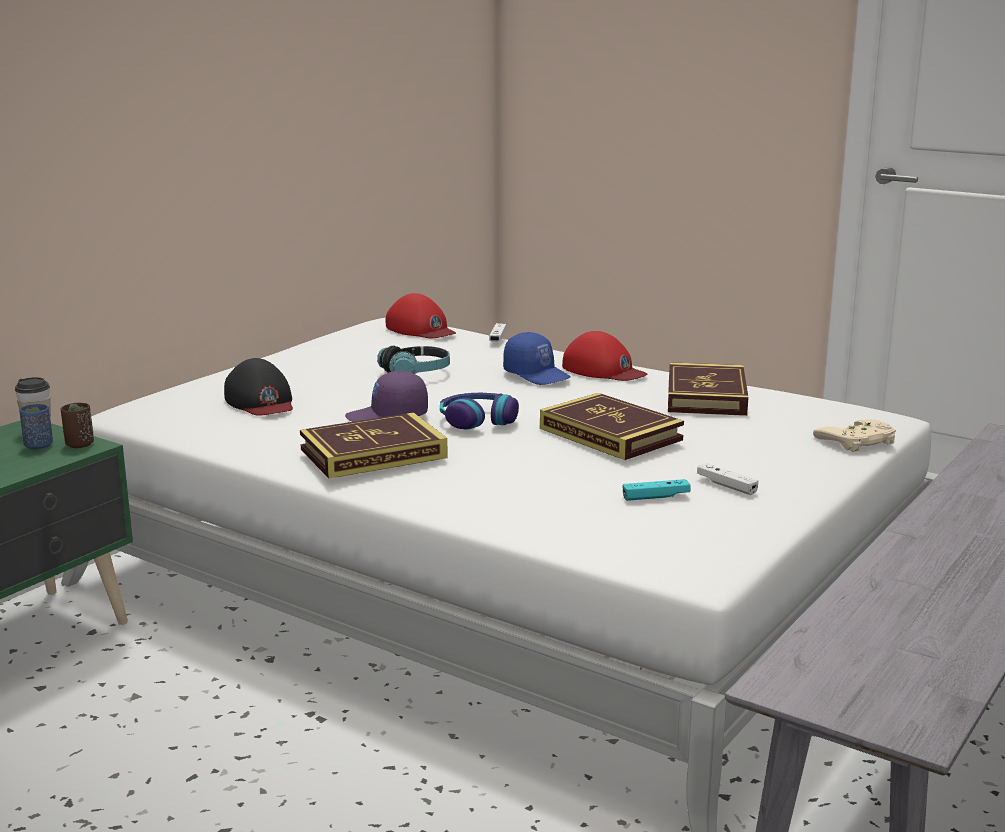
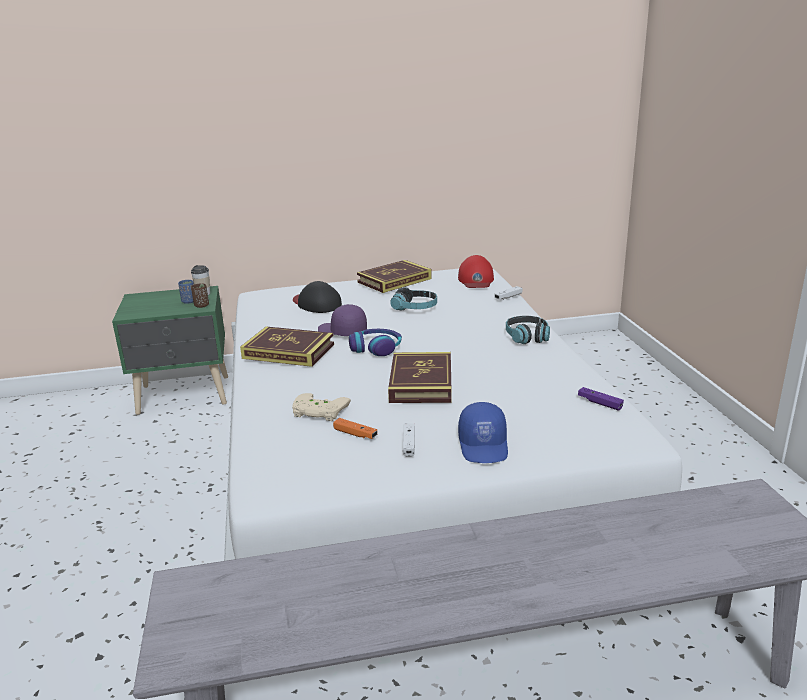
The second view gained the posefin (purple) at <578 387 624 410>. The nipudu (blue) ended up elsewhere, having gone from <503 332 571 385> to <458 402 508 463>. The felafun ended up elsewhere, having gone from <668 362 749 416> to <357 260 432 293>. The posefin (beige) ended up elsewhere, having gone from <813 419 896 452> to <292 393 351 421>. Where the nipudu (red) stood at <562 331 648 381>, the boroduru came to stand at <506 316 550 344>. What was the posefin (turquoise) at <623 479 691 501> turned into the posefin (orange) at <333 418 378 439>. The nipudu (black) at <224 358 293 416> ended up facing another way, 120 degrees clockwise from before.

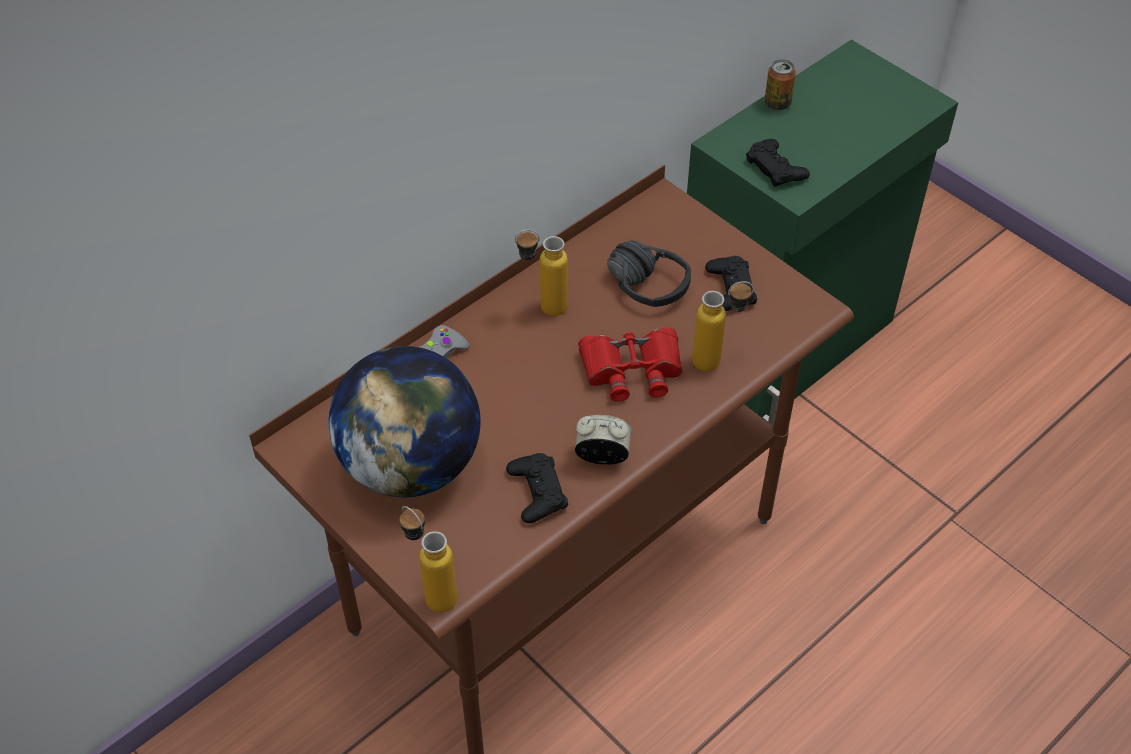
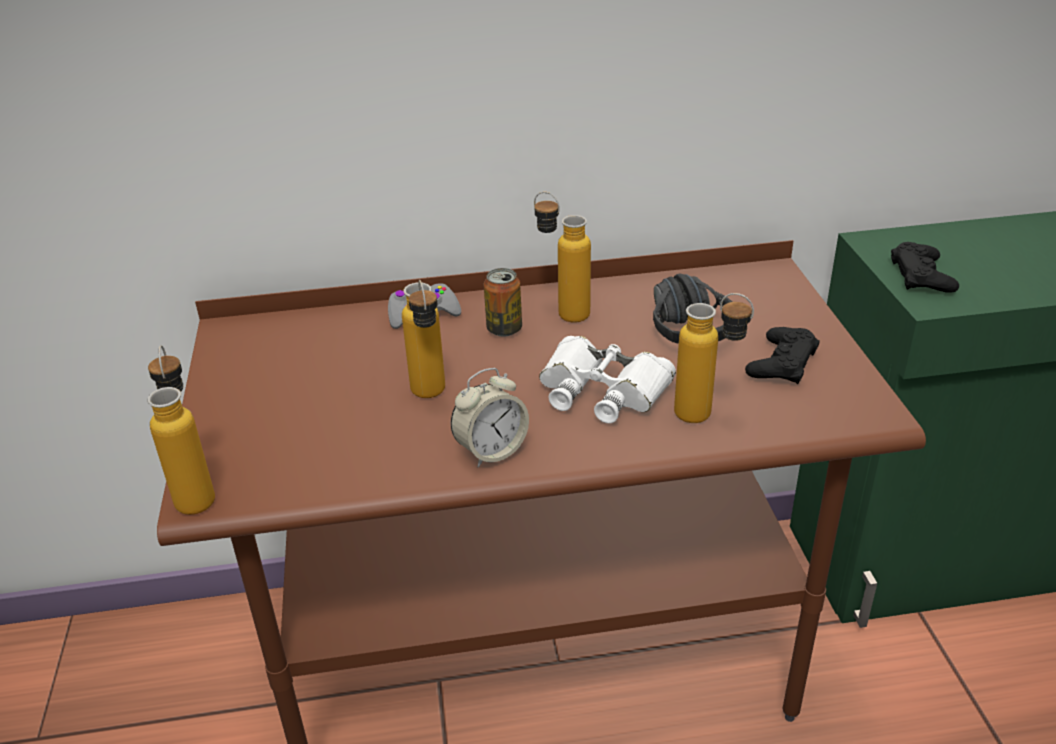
The second view lost the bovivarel at <328 346 481 497>. The second view lost the posefin (black) at <506 453 568 523>. The second view gained the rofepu at <402 280 445 398>. The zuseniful ended up elsewhere, having gone from <765 59 796 110> to <484 268 522 337>. What was the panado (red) at <578 328 683 402> turned into the panado (white) at <539 336 676 423>. The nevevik at <575 415 632 465> ended up facing another way, 105 degrees clockwise from before.

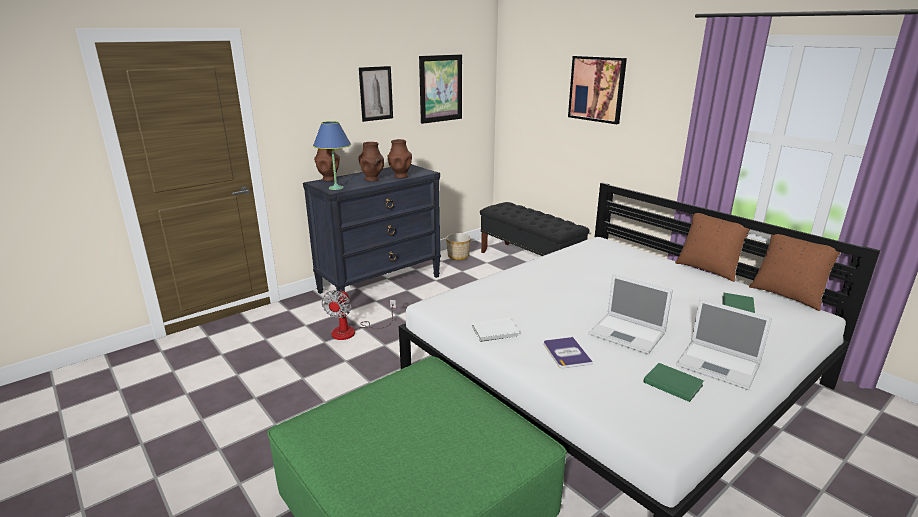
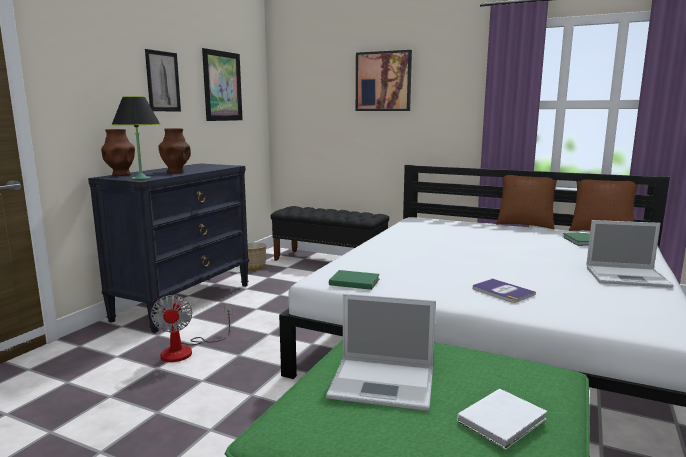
The second view lost the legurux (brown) at <387 139 412 178>. The felafun (white) ended up elsewhere, having gone from <472 318 519 342> to <457 389 547 449>. The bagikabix ended up elsewhere, having gone from <588 274 673 355> to <326 293 436 411>. The felafun (green) ended up elsewhere, having gone from <643 363 704 402> to <329 270 380 290>. What was the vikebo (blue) at <313 121 351 190> turned into the vikebo (black) at <111 96 160 179>.

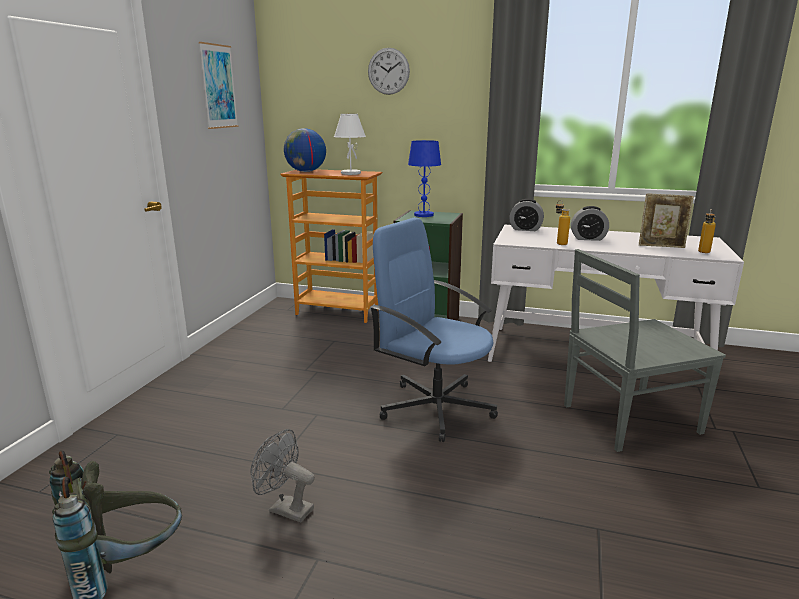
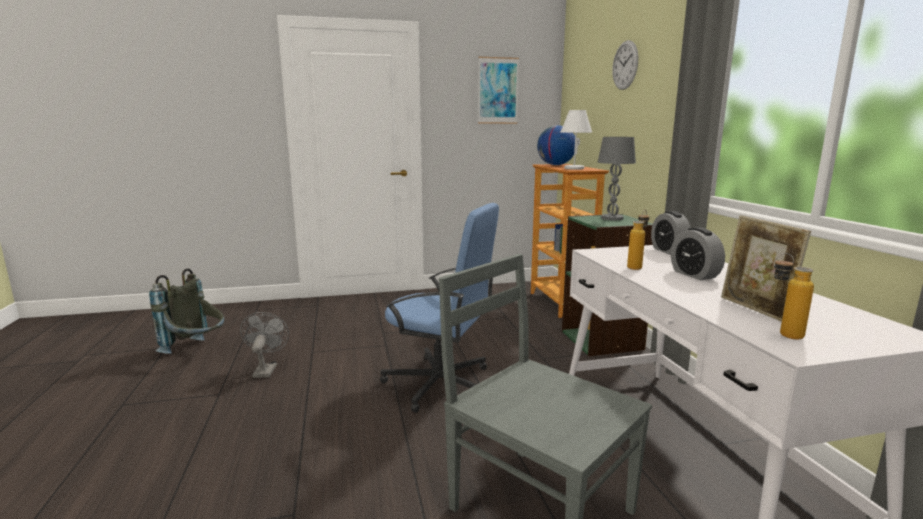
What was the vikebo (blue) at <408 140 441 217> turned into the vikebo (grey) at <598 137 636 221>. The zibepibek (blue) at <370 217 498 442> ended up facing another way, 105 degrees clockwise from before.

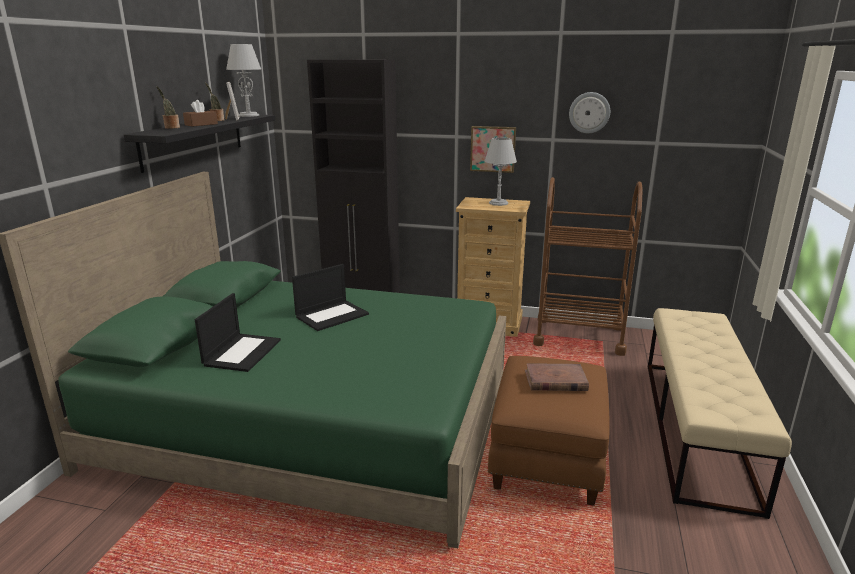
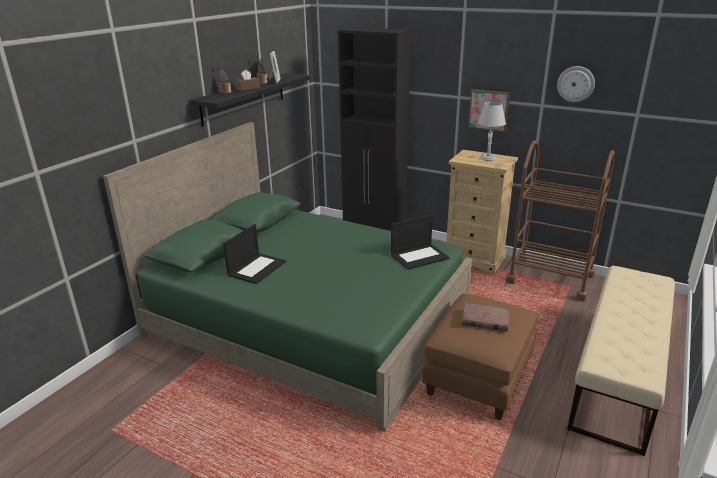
The second view lost the vikebo (grey) at <226 44 261 117>. The bagikabix ended up elsewhere, having gone from <292 264 369 331> to <391 215 449 270>.

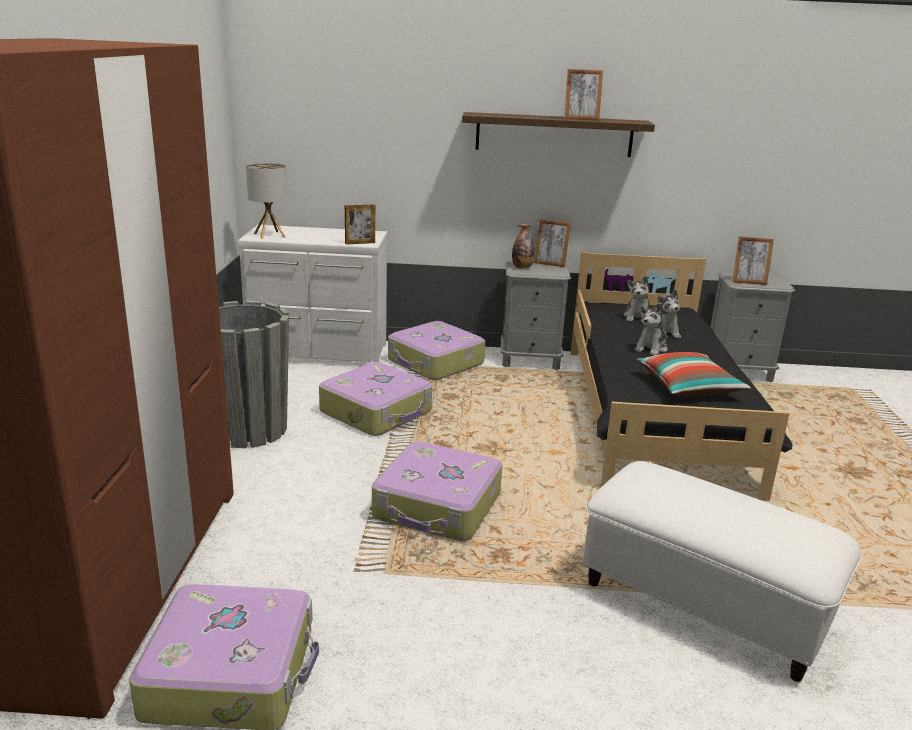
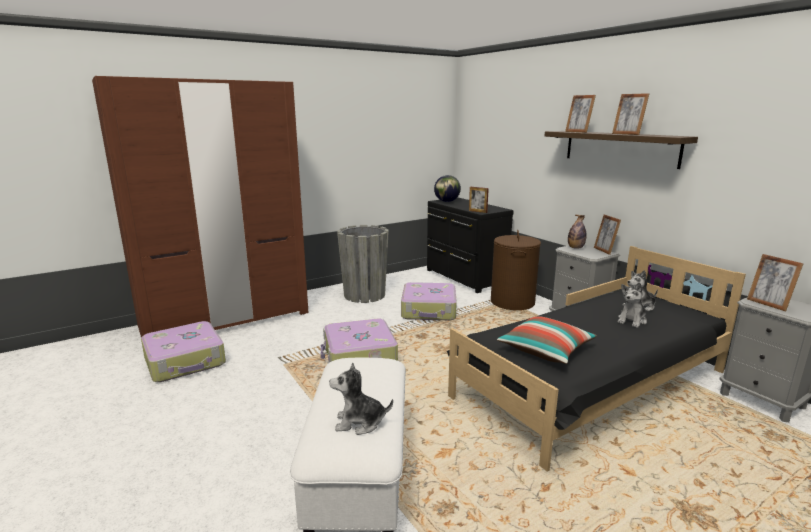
The second view gained the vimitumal at <565 95 596 133>. The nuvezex ended up elsewhere, having gone from <635 303 668 355> to <329 363 393 435>. Where the vikebo stood at <246 163 287 239>, the bovivarel came to stand at <434 175 461 202>. Where the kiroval stood at <388 321 485 380>, the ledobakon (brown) came to stand at <491 230 541 310>. What was the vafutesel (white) at <238 225 388 362> turned into the vafutesel (black) at <427 198 514 293>.

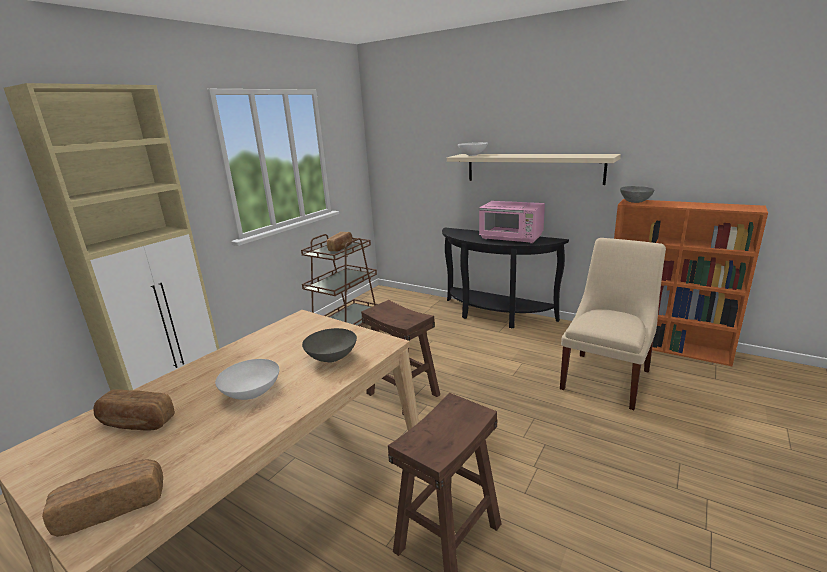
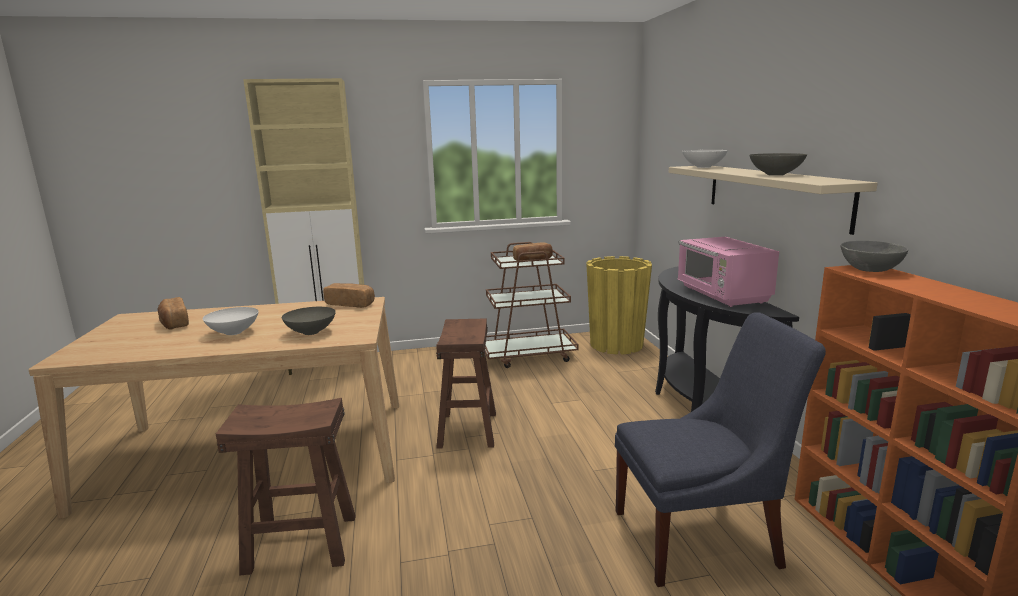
The second view gained the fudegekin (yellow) at <586 256 652 355>. The second view gained the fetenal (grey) at <749 153 807 176>. The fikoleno ended up elsewhere, having gone from <42 459 163 537> to <323 283 375 308>. What was the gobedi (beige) at <560 238 666 410> turned into the gobedi (blue) at <615 312 826 587>.

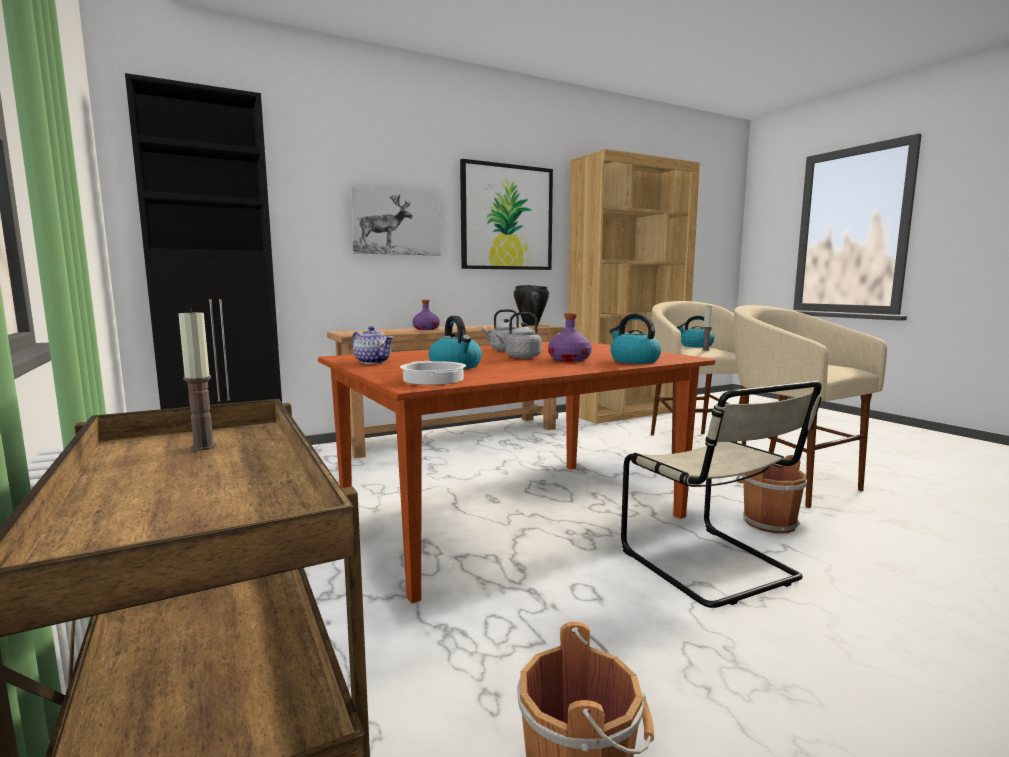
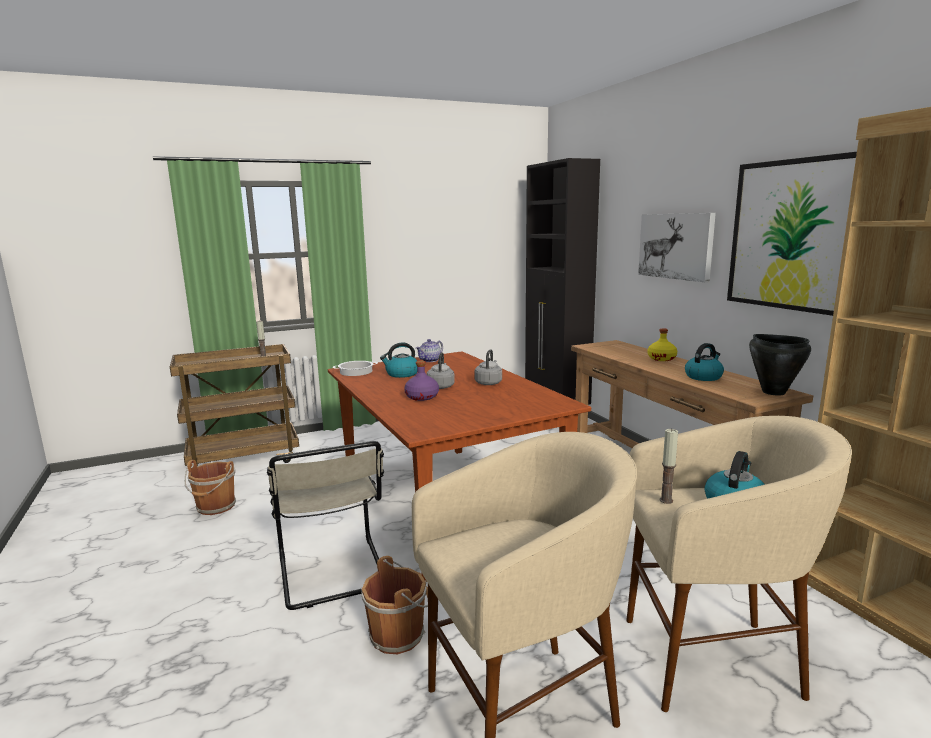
The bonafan ended up elsewhere, having gone from <610 313 661 364> to <685 343 724 381>. What was the rofepu (purple) at <412 300 440 330> turned into the rofepu (yellow) at <647 328 677 361>. The gobedi (beige) at <621 381 822 608> ended up facing another way, 90 degrees counterclockwise from before.

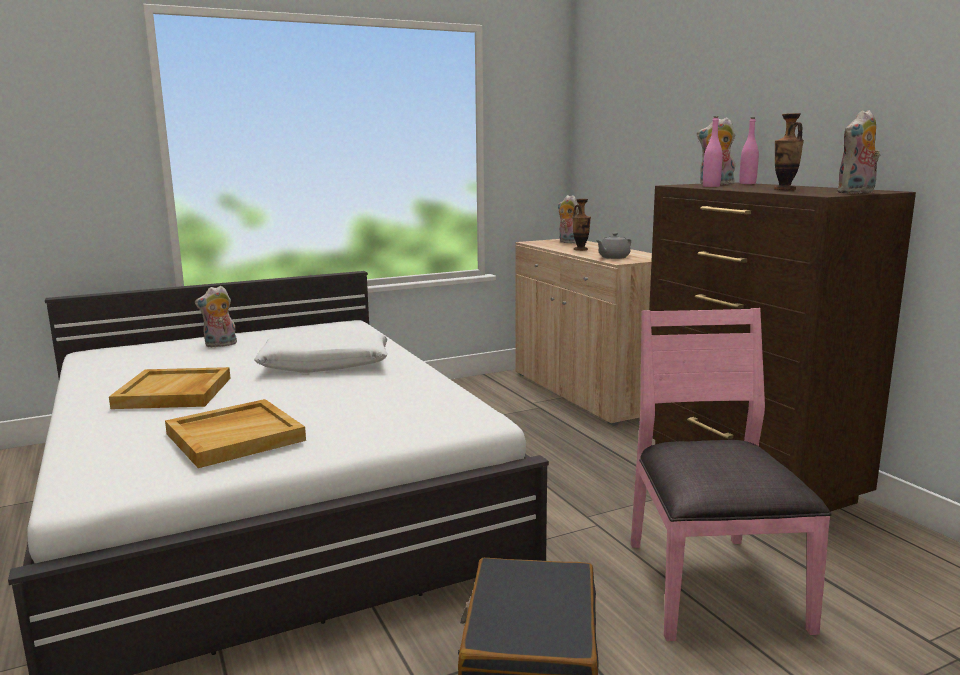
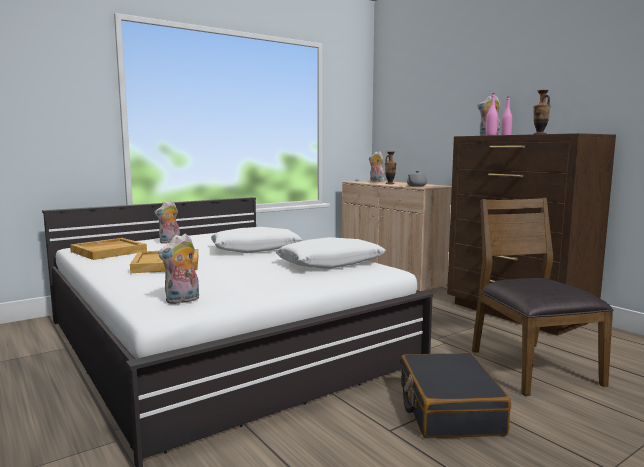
The second view gained the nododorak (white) at <276 237 386 269>. The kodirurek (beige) ended up elsewhere, having gone from <165 399 306 468> to <70 238 147 260>. The nuvezex ended up elsewhere, having gone from <836 110 880 194> to <158 233 199 304>. What was the gobedi (pink) at <631 308 832 641> turned into the gobedi (brown) at <472 198 614 396>.

